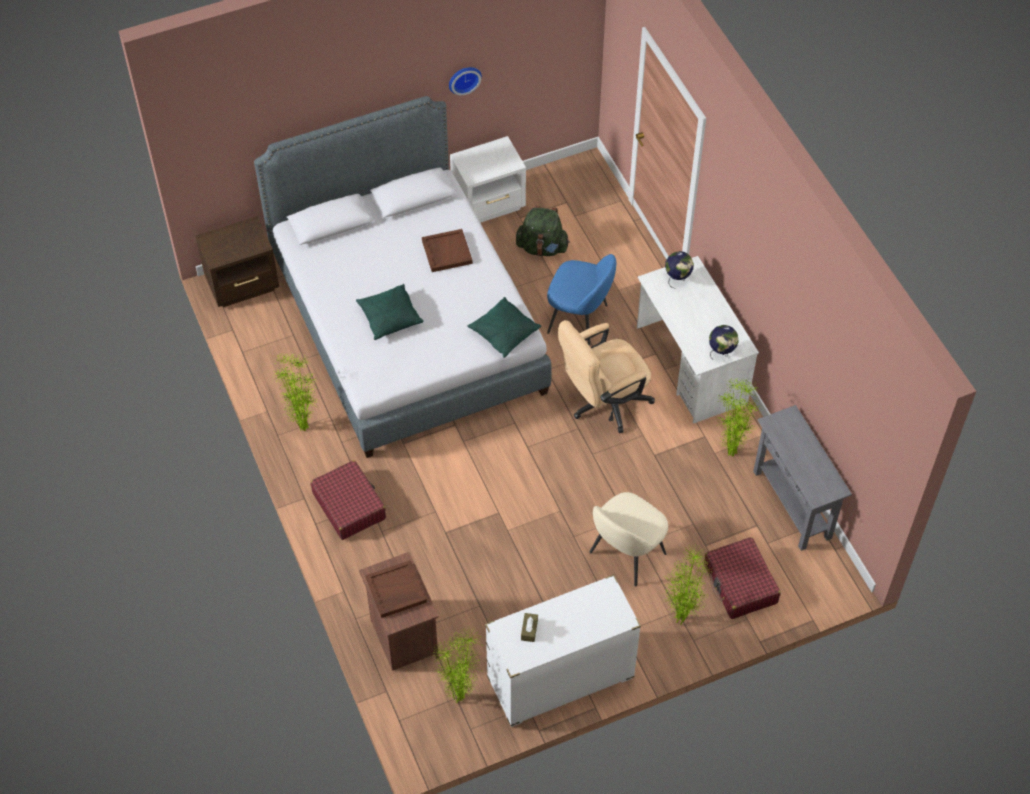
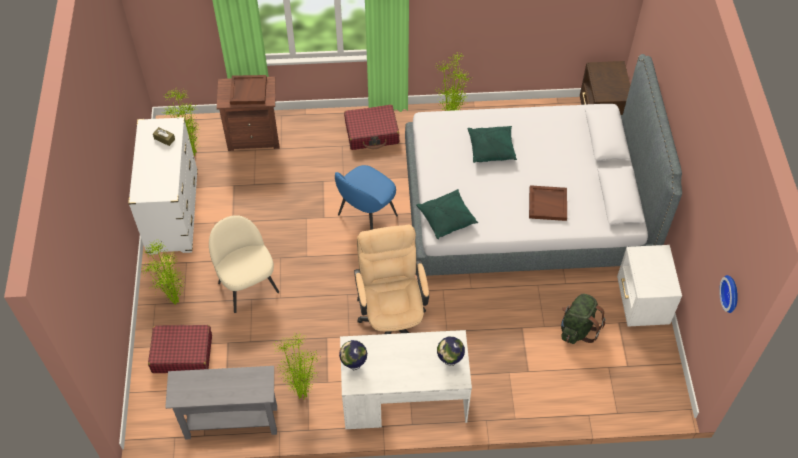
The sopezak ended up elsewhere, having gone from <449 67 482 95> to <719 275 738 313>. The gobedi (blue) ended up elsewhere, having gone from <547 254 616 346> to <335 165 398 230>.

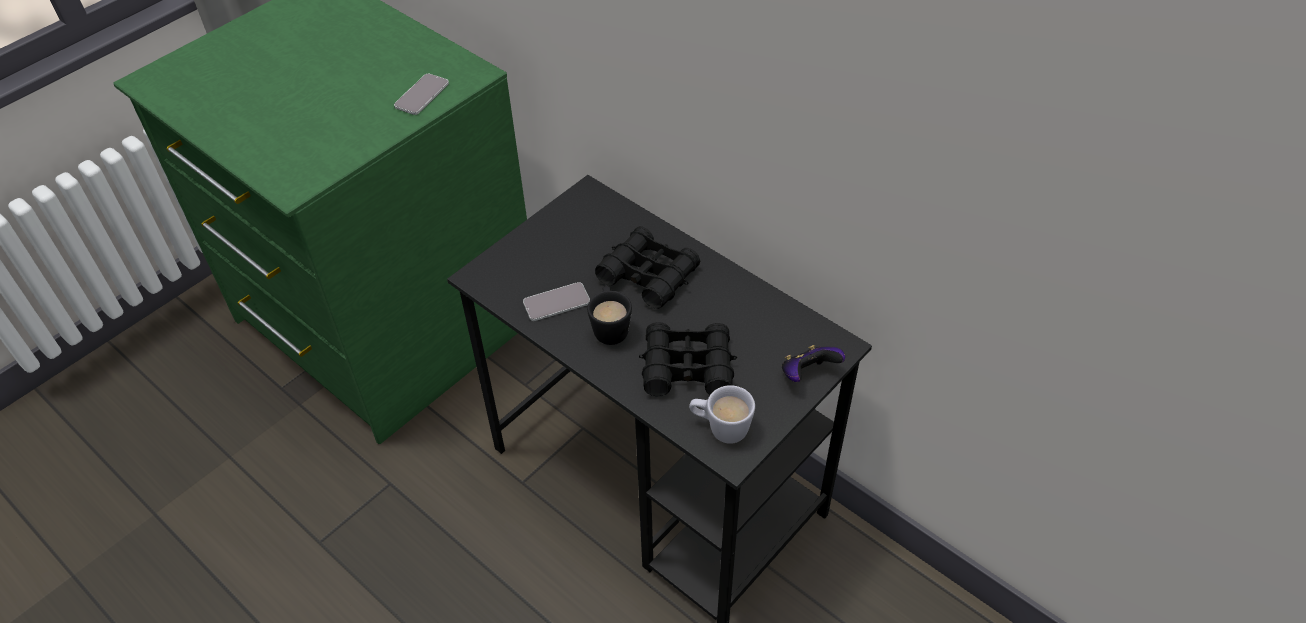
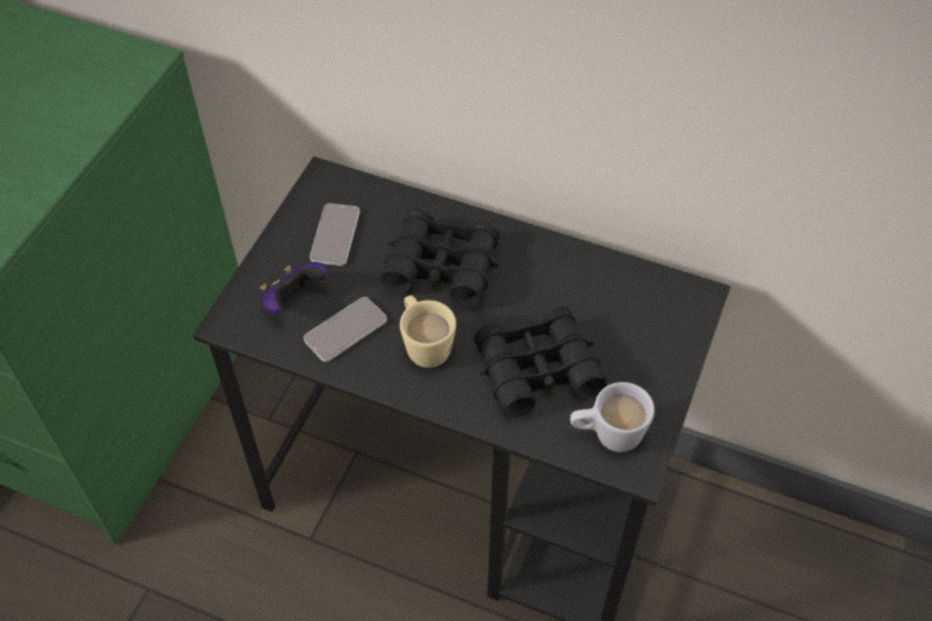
The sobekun ended up elsewhere, having gone from <394 74 449 115> to <310 203 360 266>. The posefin ended up elsewhere, having gone from <782 345 845 382> to <259 262 328 314>. What was the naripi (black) at <587 286 632 345> turned into the naripi (beige) at <400 295 456 368>.

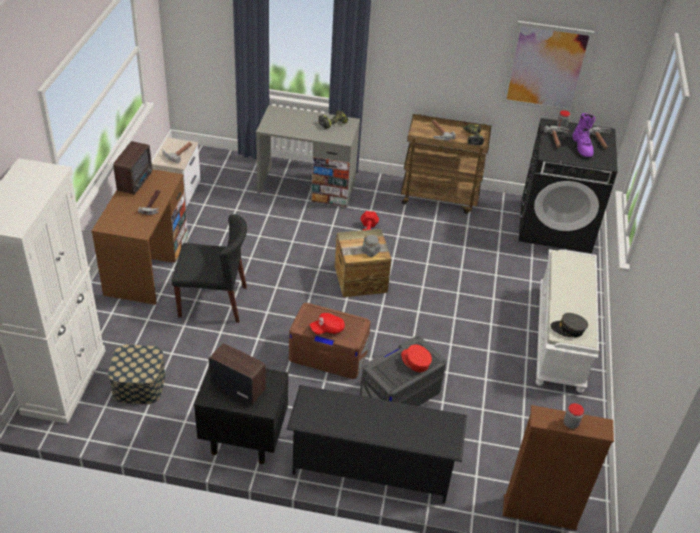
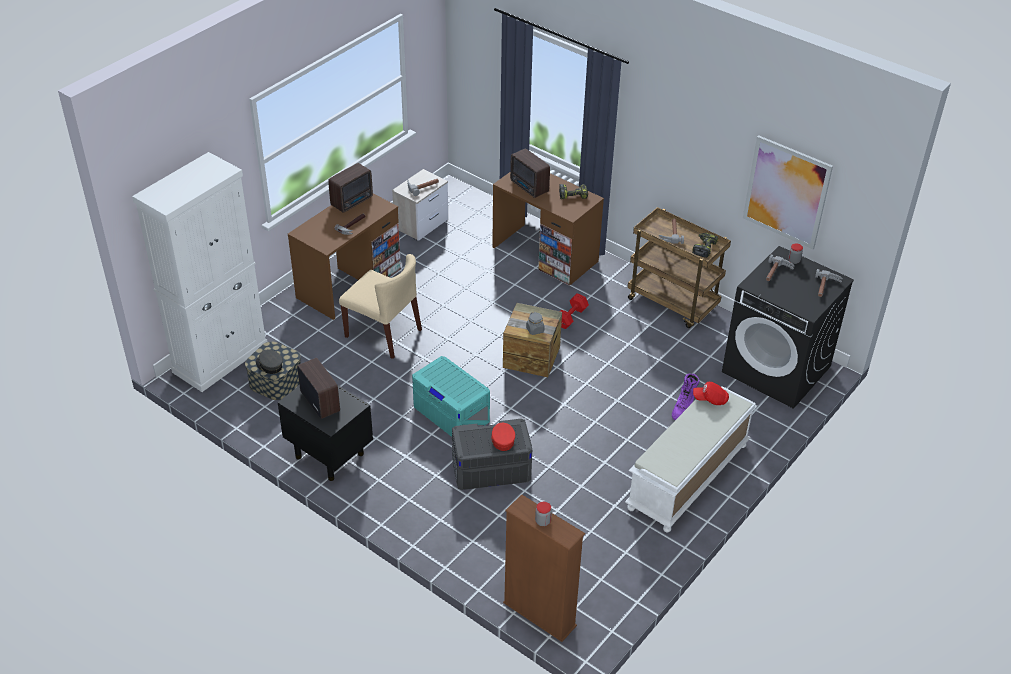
The second view lost the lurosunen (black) at <286 385 467 503>. The second view gained the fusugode at <510 148 550 198>. The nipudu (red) ended up elsewhere, having gone from <310 313 345 335> to <693 382 729 405>. The nipudu (grey) ended up elsewhere, having gone from <551 313 588 337> to <256 349 283 374>. The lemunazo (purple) ended up elsewhere, having gone from <572 113 596 157> to <672 374 699 420>. What was the gobedi (black) at <172 214 247 323> turned into the gobedi (beige) at <339 254 422 359>. What was the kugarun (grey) at <256 105 360 207> turned into the kugarun (brown) at <492 172 604 285>. What was the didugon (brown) at <289 303 371 379> turned into the didugon (turquoise) at <412 356 490 437>.

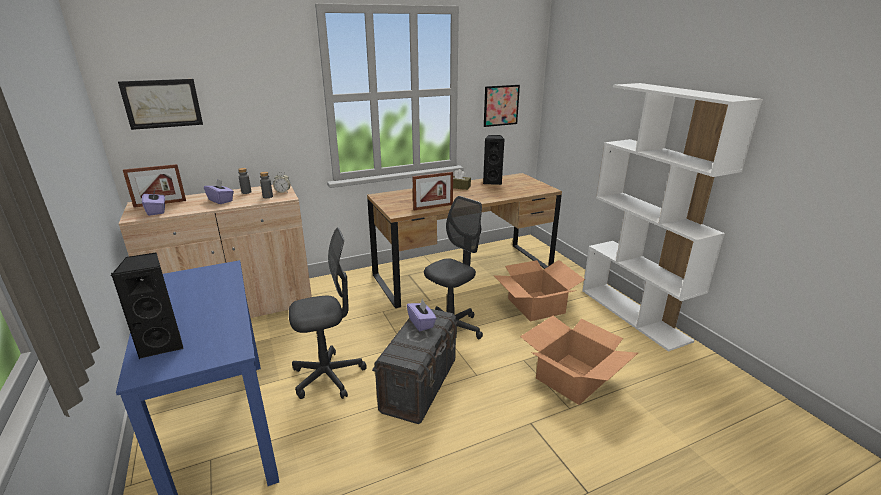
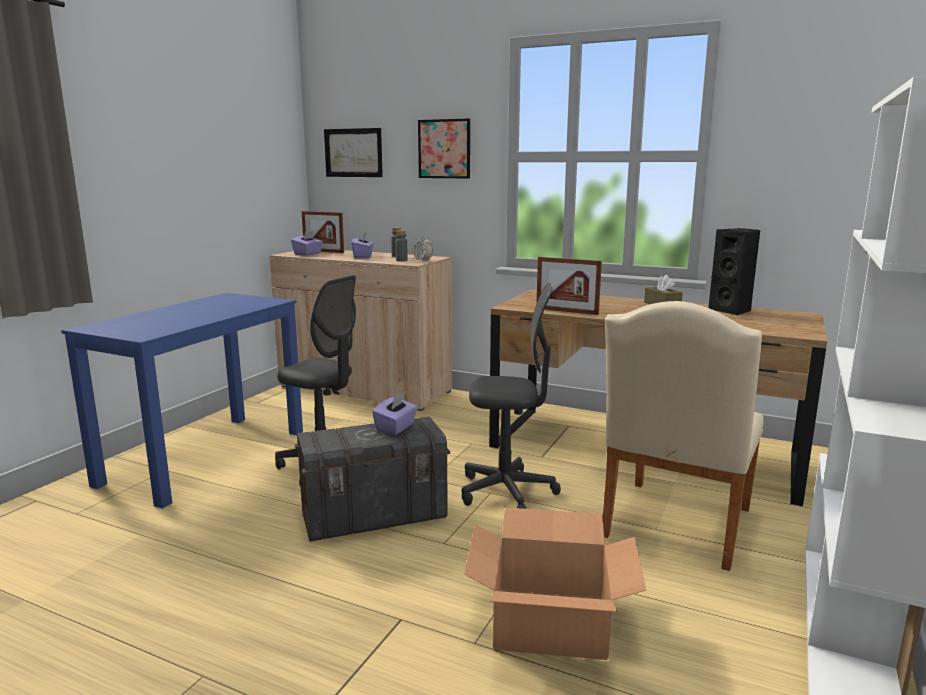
The second view lost the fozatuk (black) at <111 252 184 359>. The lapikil ended up elsewhere, having gone from <484 85 520 127> to <418 118 470 178>. Where the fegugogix stood at <493 260 585 321>, the gobedi (beige) came to stand at <603 301 764 571>.

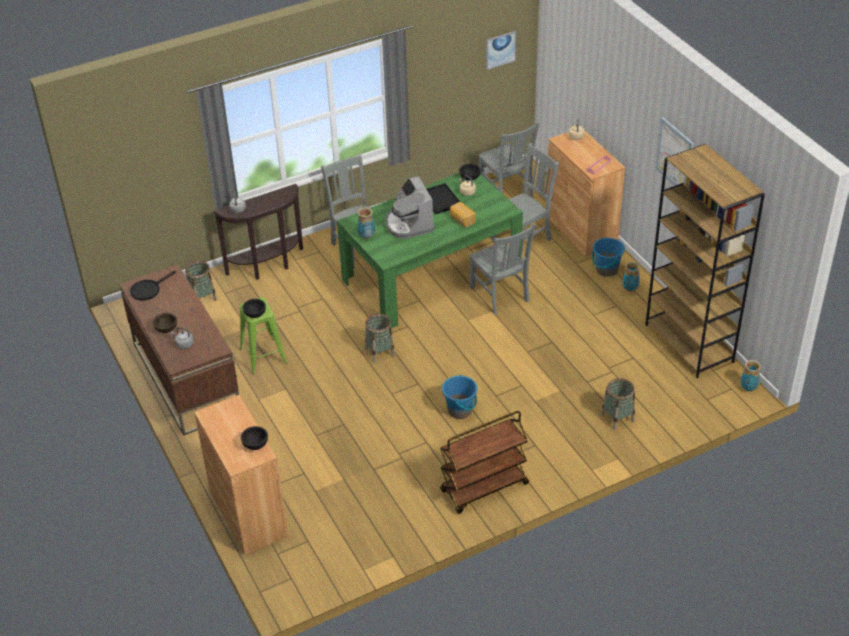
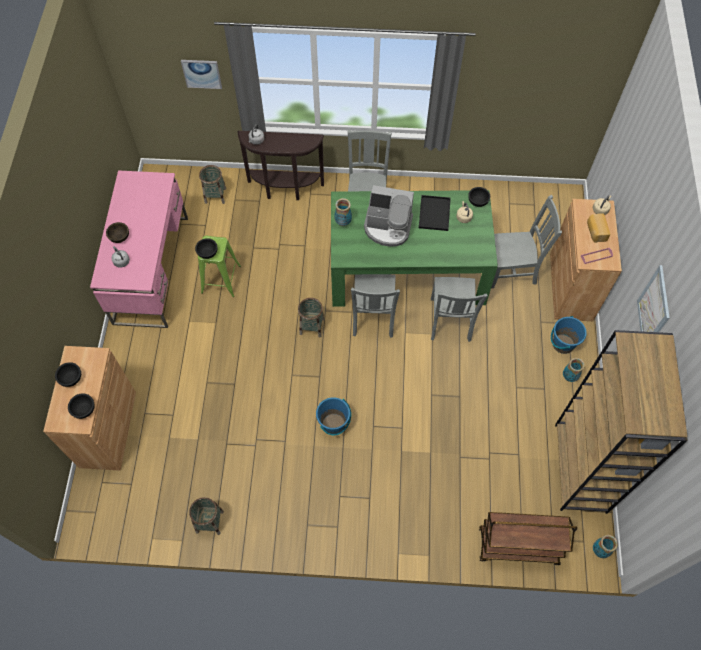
The second view lost the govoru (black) at <130 270 176 300>. The second view gained the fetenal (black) at <55 362 81 387>. The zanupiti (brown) ended up elsewhere, having gone from <440 411 529 514> to <479 512 577 565>. The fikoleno ended up elsewhere, having gone from <450 202 476 227> to <587 213 610 243>. The gobedi (grey) ended up elsewhere, having gone from <478 122 539 198> to <351 274 400 338>. The lapikil ended up elsewhere, having gone from <486 31 516 70> to <181 60 222 89>. The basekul ended up elsewhere, having gone from <601 378 635 430> to <189 497 224 535>. What was the kugarun (brown) at <119 264 239 436> turned into the kugarun (pink) at <90 170 188 328>. The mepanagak at <385 176 435 239> ended up facing another way, 90 degrees counterclockwise from before.

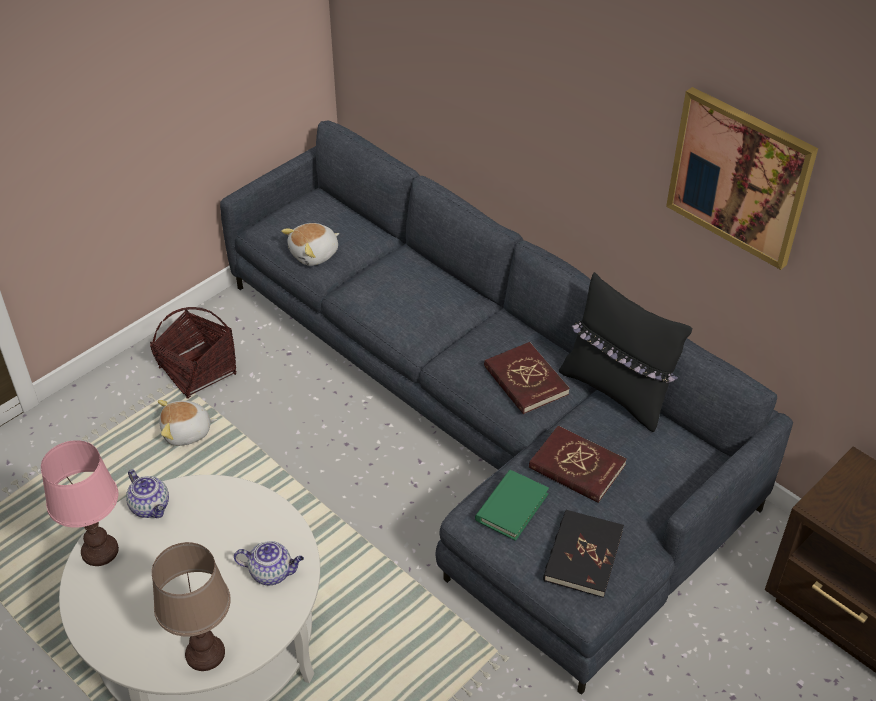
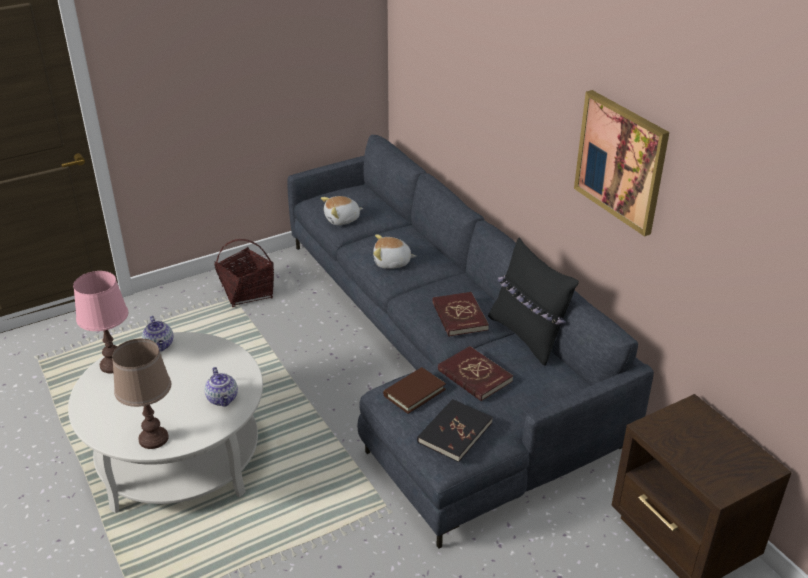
The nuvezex ended up elsewhere, having gone from <158 400 217 446> to <373 234 416 269>. What was the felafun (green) at <475 470 549 541> turned into the felafun (brown) at <383 367 446 414>. The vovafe at <234 541 304 585> ended up facing another way, 45 degrees clockwise from before.

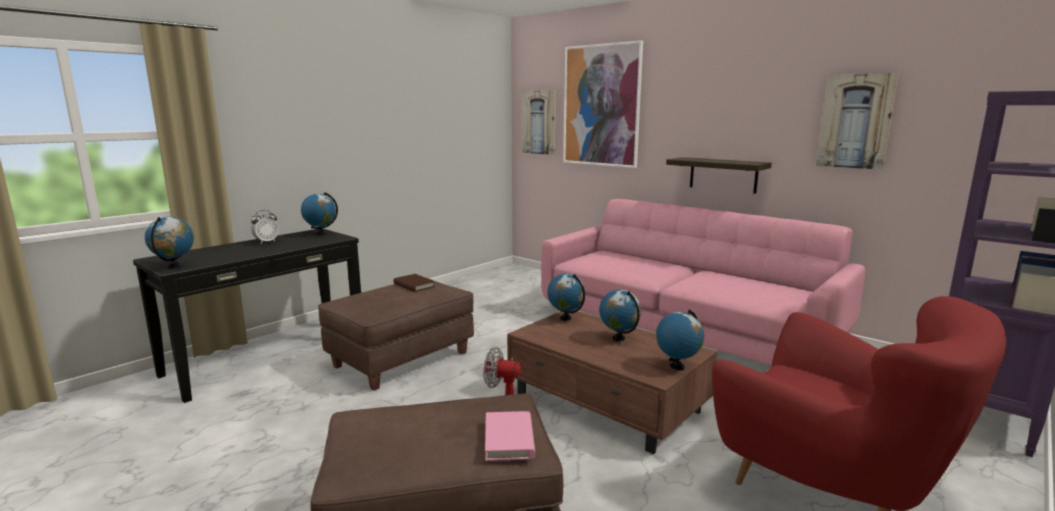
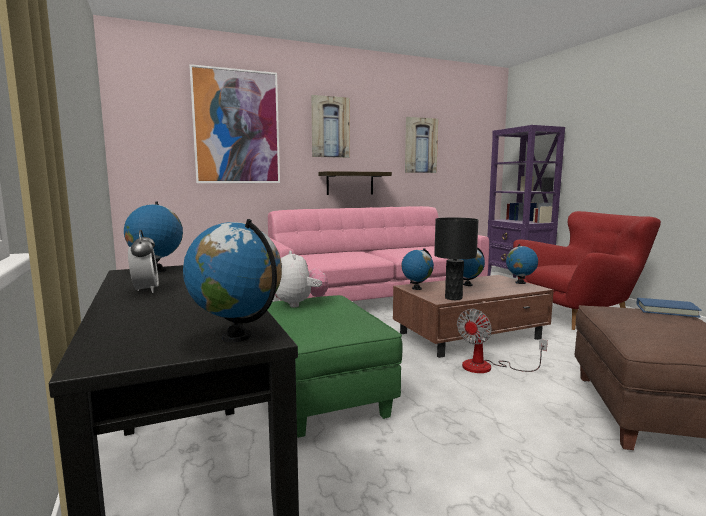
The second view gained the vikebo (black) at <434 217 479 300>. The lapikil ended up elsewhere, having gone from <522 90 556 155> to <311 95 349 158>. Where the felafun (brown) stood at <393 274 435 292>, the nuvezex came to stand at <276 250 329 307>. What was the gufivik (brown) at <318 277 474 391> turned into the gufivik (green) at <268 295 403 438>. What was the felafun (pink) at <485 411 535 461> turned into the felafun (blue) at <637 298 702 318>.

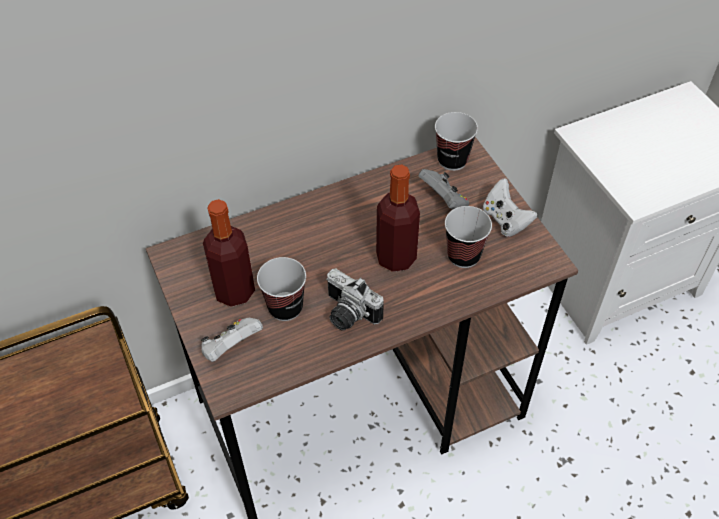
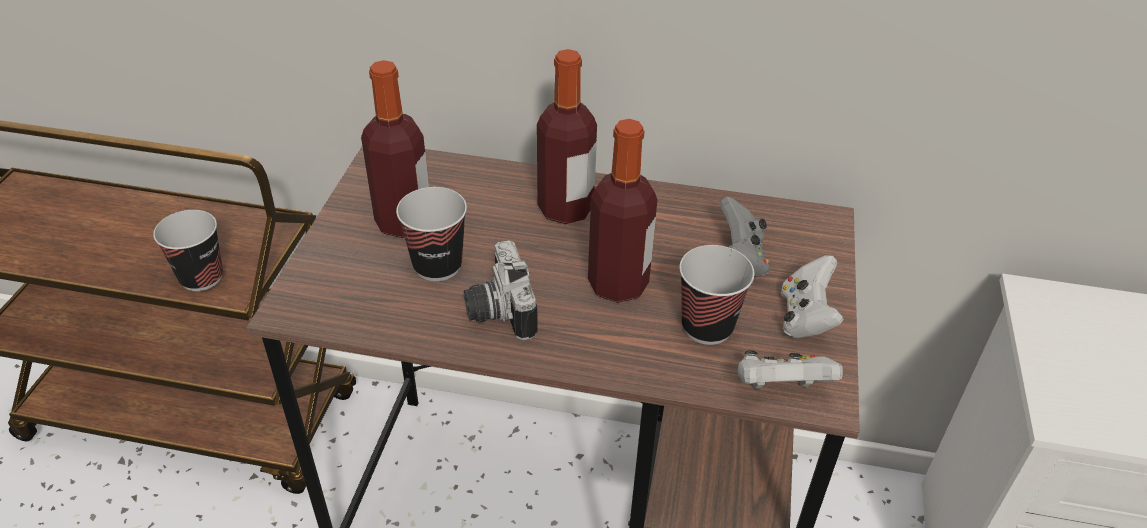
The second view gained the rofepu at <537 49 597 224>. The posefin (white) ended up elsewhere, having gone from <201 318 263 362> to <738 350 843 389>. The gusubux ended up elsewhere, having gone from <435 112 478 171> to <153 210 223 291>.

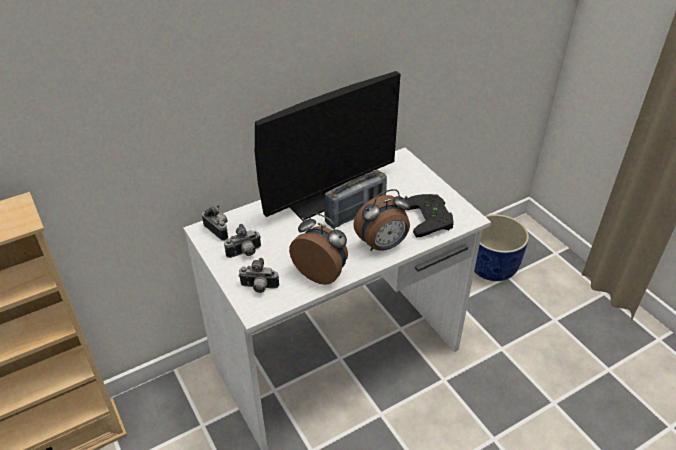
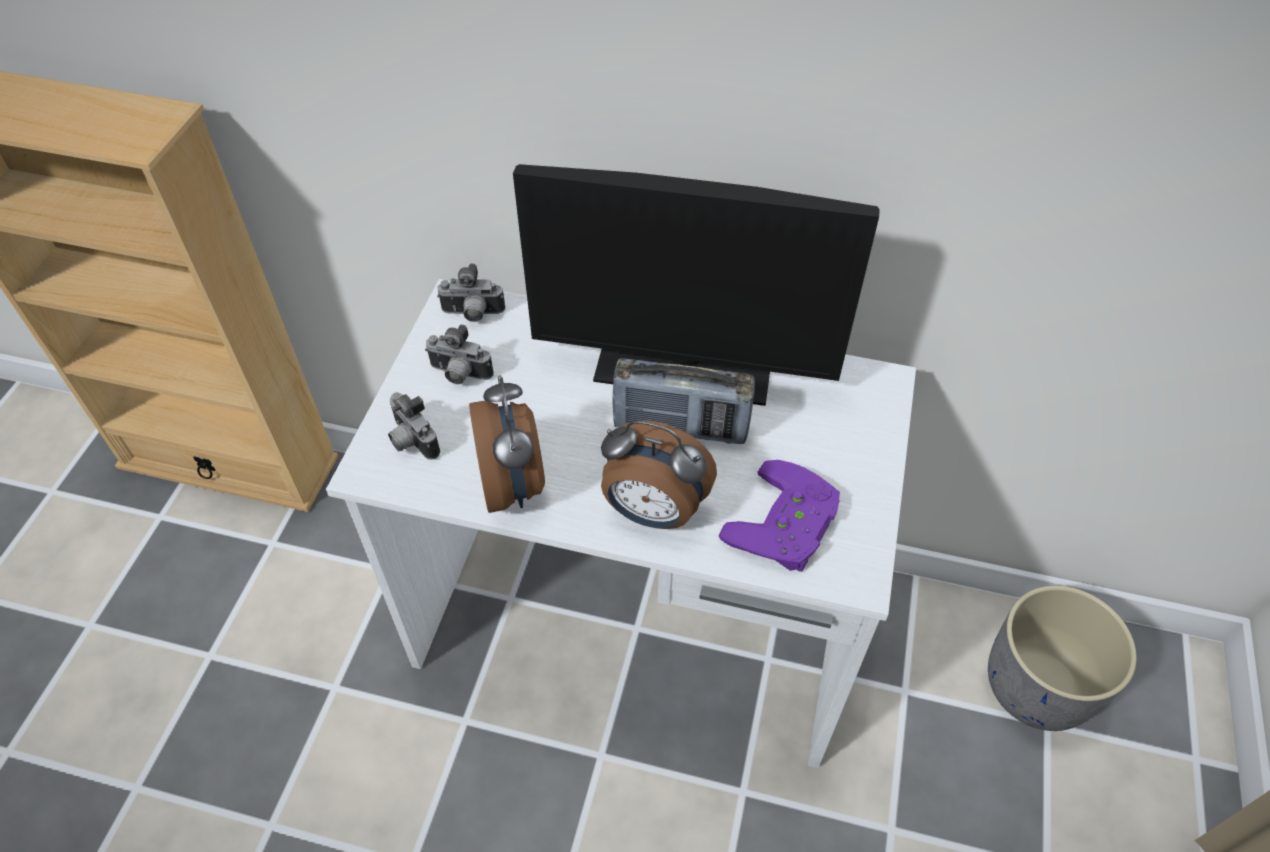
What was the posefin (black) at <406 194 454 237> turned into the posefin (purple) at <719 460 840 571>. What was the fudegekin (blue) at <474 214 529 281> turned into the fudegekin (grey) at <988 585 1137 731>. The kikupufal at <202 205 228 241> ended up facing another way, 90 degrees clockwise from before.

